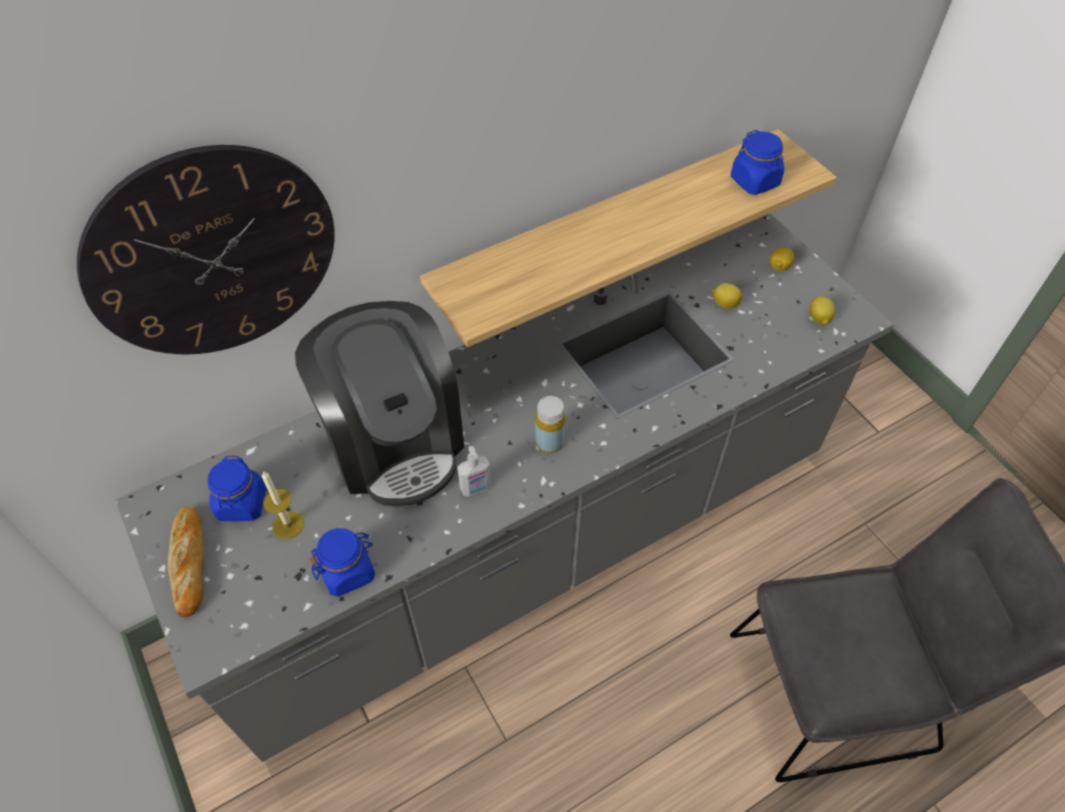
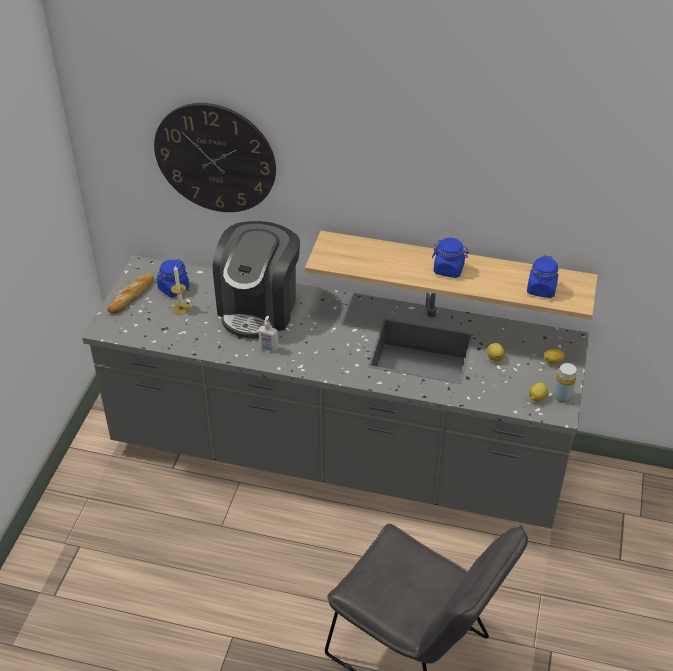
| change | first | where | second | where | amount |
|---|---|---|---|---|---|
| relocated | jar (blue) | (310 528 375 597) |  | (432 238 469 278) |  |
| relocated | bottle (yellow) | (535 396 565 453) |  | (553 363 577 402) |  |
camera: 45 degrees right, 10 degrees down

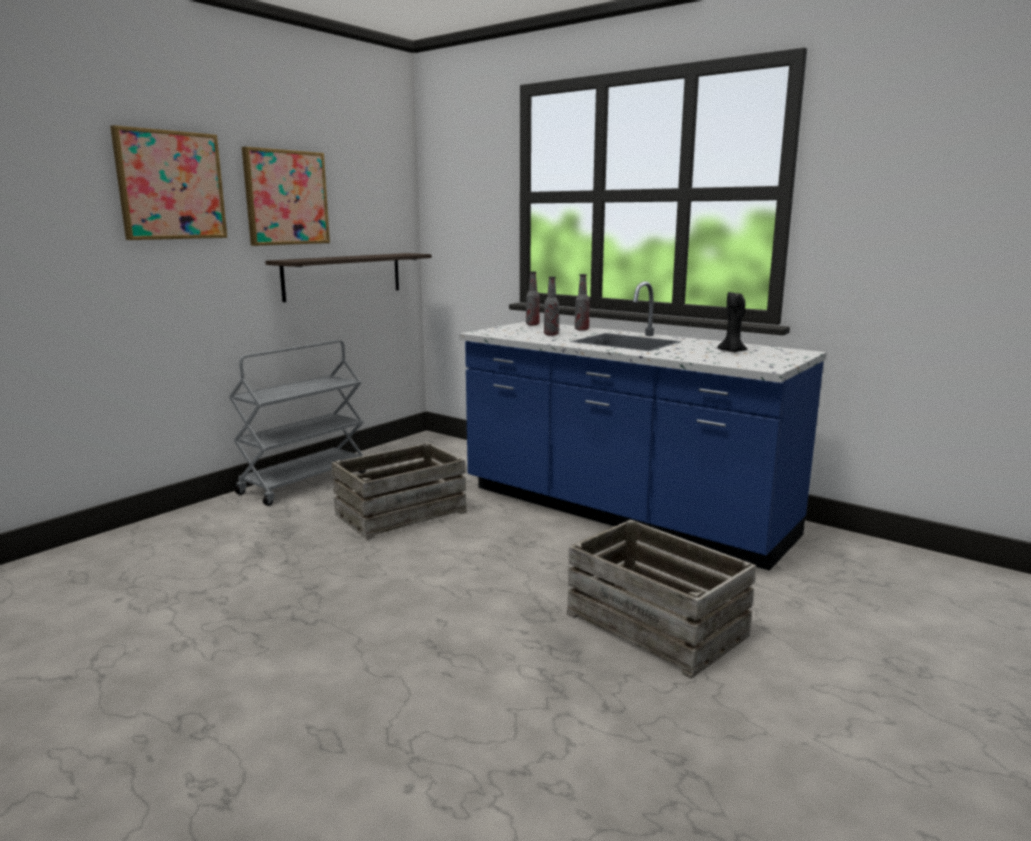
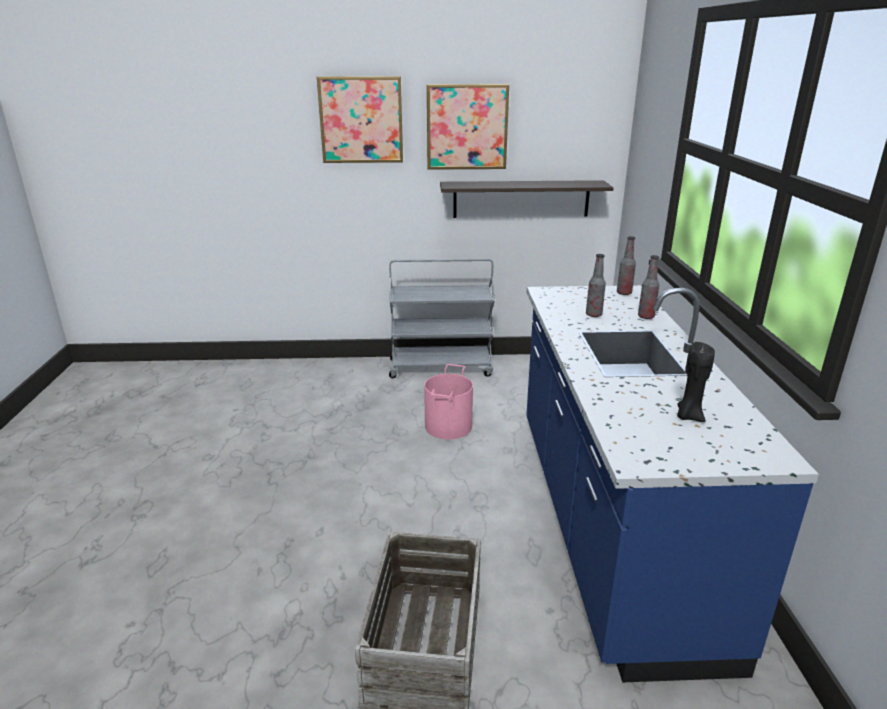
| change | first | where | second | where | amount |
|---|---|---|---|---|---|
| exchanged | crate | (331 443 467 540) | bucket (pink) | (424 364 473 439) |  |
camera: 50 degrees right, 10 degrees up

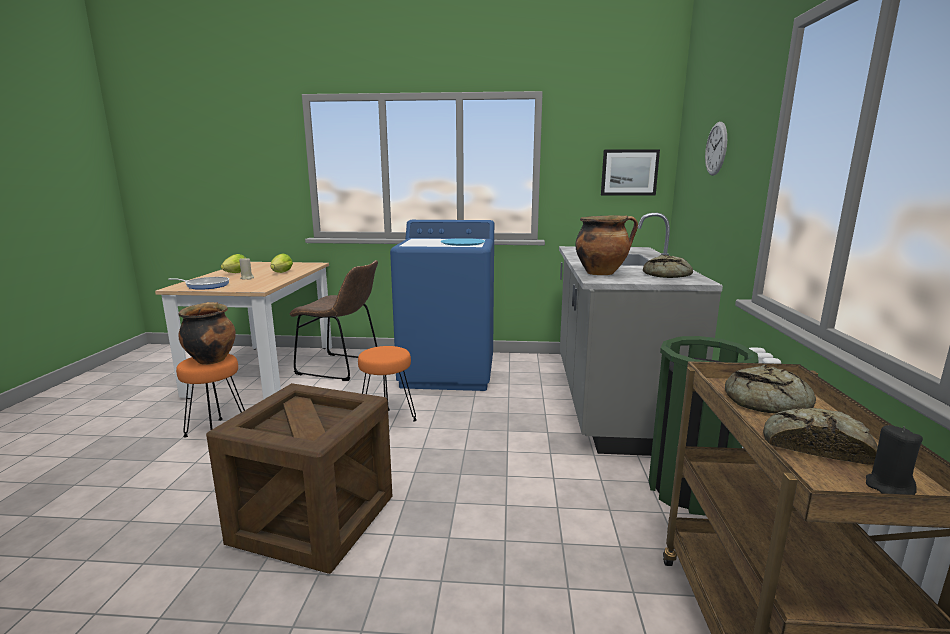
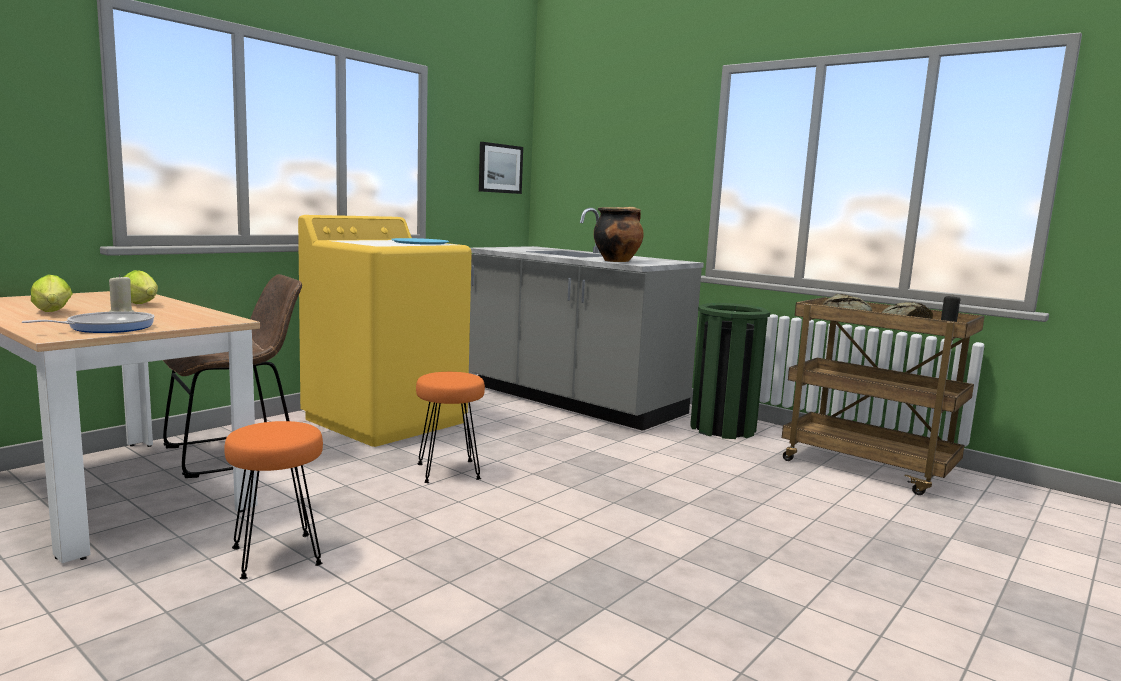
| change | first | where | second | where | amount |
|---|---|---|---|---|---|
| missing | cooking pot | (178 302 236 365) |  |  |  |
| missing | crate | (206 383 392 574) |  |  |  |
| colour | washing machine (blue) | (390 220 494 391) | washing machine (yellow) | (298 215 472 447) |  |
| missing | bread | (643 255 693 278) |  |  |  |
| missing | wall clock | (705 122 727 176) |  |  |  |
camera: 55 degrees left, 5 degrees down

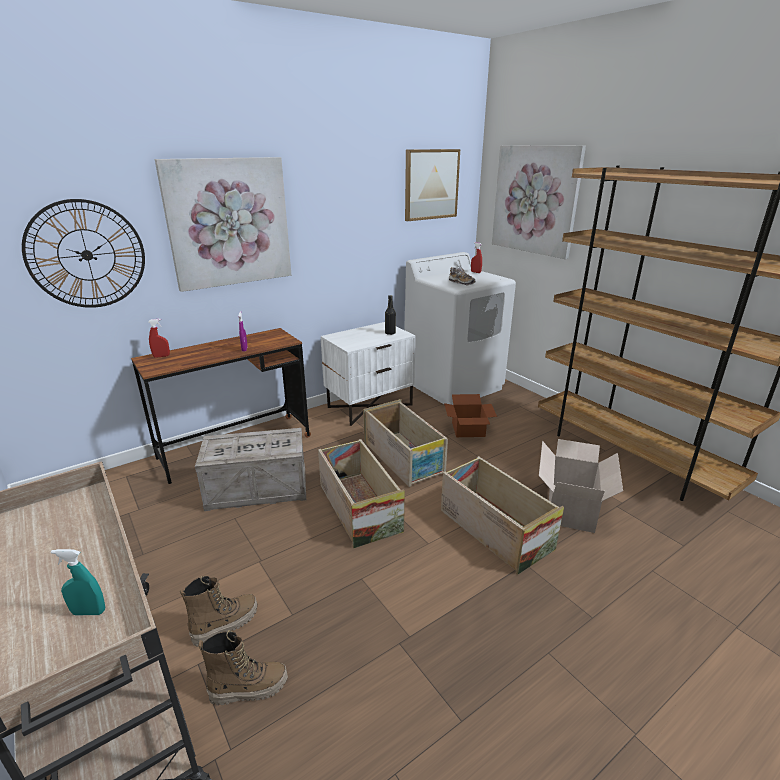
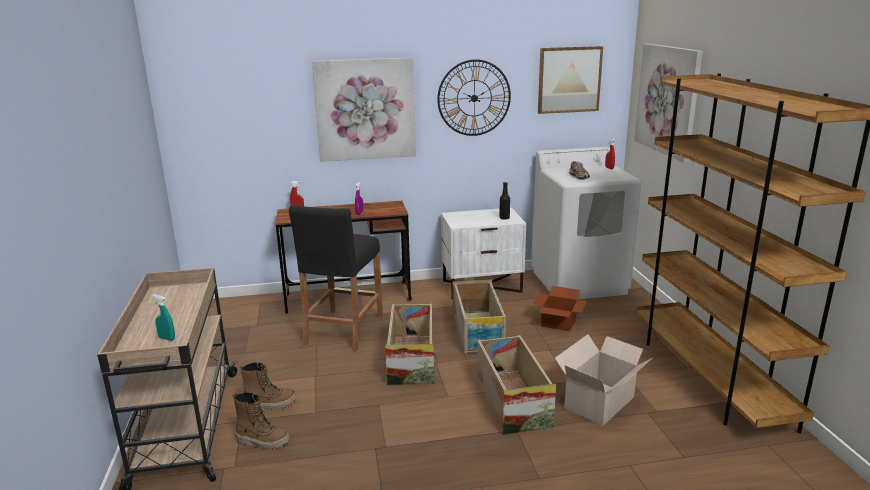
| change | first | where | second | where | amount |
|---|---|---|---|---|---|
| relocated | wall clock | (22 199 145 308) |  | (437 59 511 136) |  |
| exchanged | crate | (195 428 306 511) | stool (black) | (289 205 383 351) |  |
camera: 25 degrees right, 5 degrees down

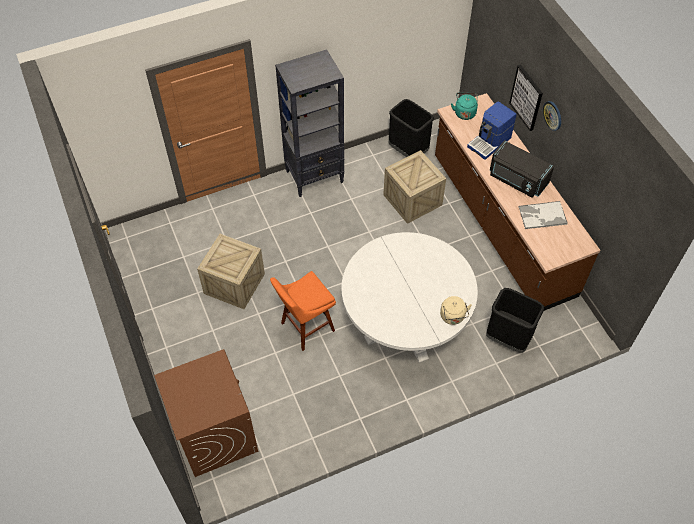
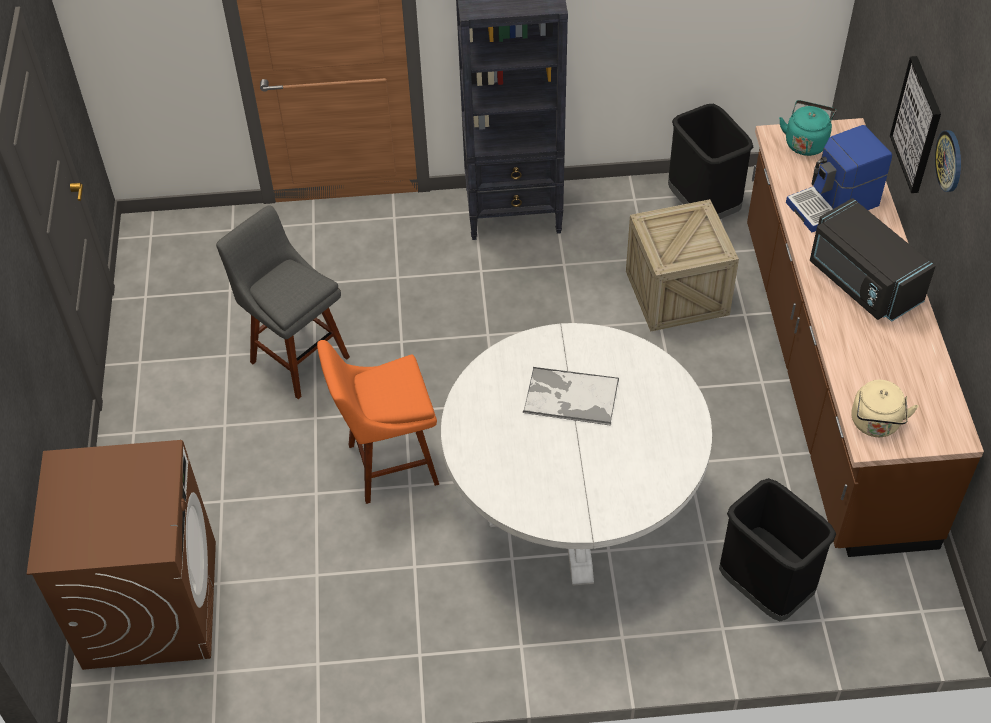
| change | first | where | second | where | amount |
|---|---|---|---|---|---|
| exchanged | crate | (197 234 265 309) | stool (grey) | (216 205 350 399) |  |
| relocated | kettle (beige) | (440 296 472 325) |  | (851 380 919 437) |  |
| relocated | tray | (518 201 568 229) |  | (523 367 619 426) |  |
camera: 20 degrees right, 5 degrees down

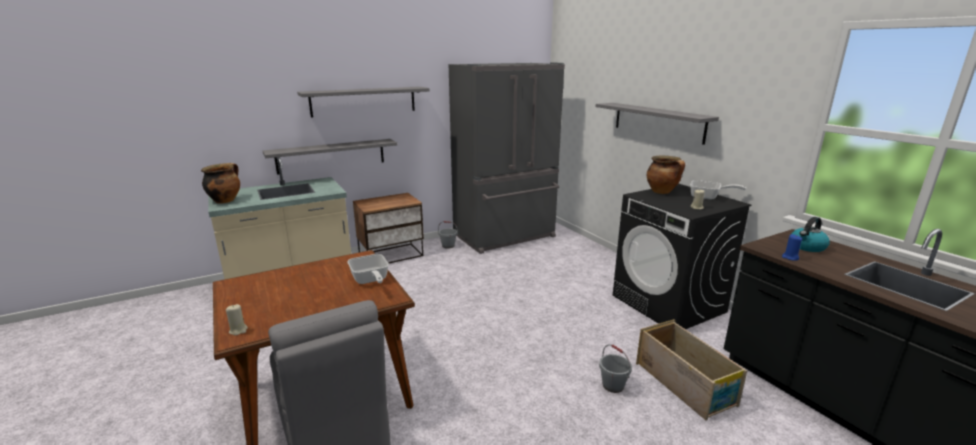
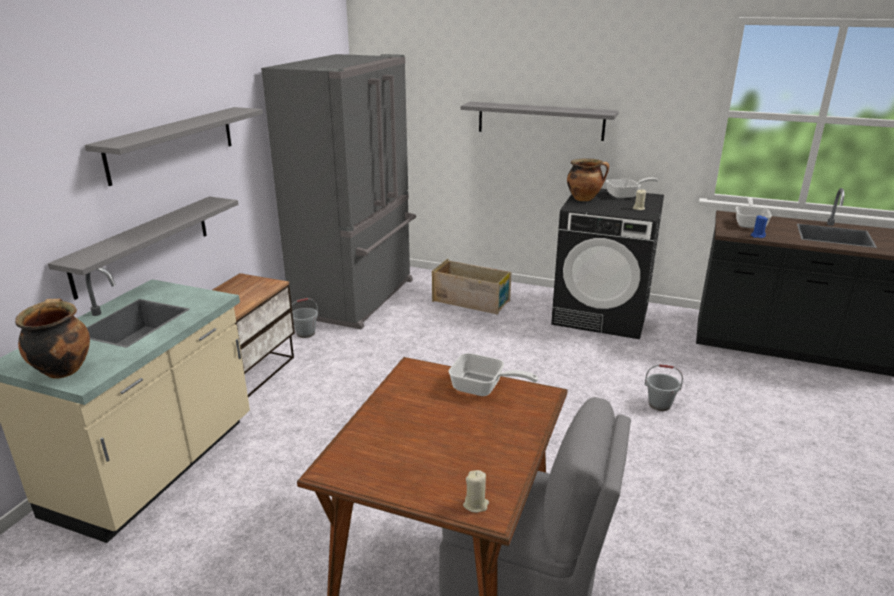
| change | first | where | second | where | amount |
|---|---|---|---|---|---|
| relocated | crate | (636 319 747 420) |  | (432 259 511 315) |  |
| exchanged | kettle | (791 217 830 252) | frying pan | (736 197 772 228) |  |
camera: 40 degrees left, 5 degrees up

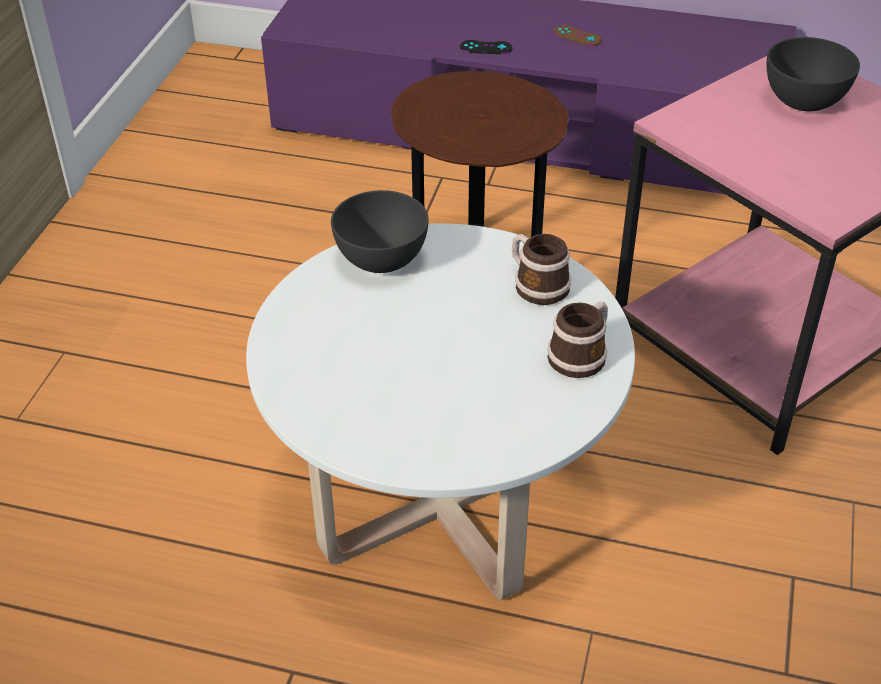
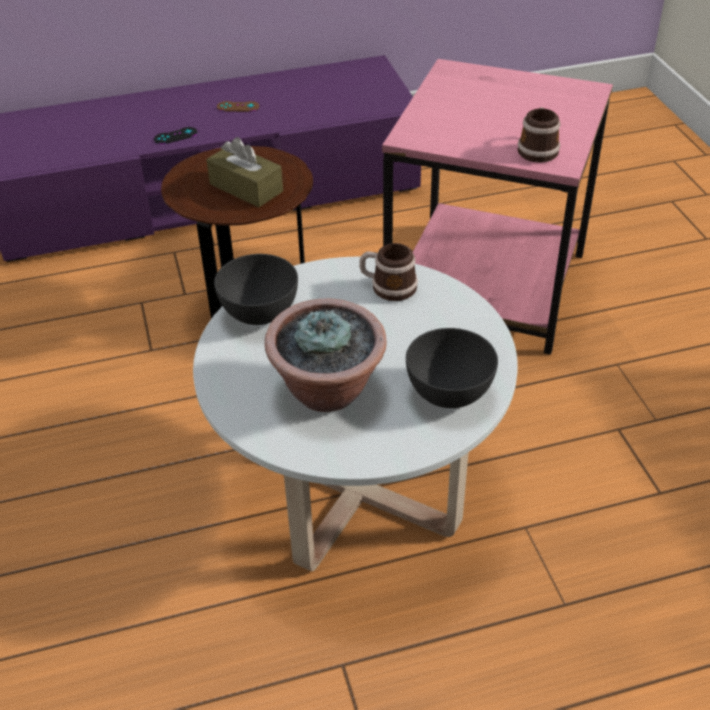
| change | first | where | second | where | amount |
|---|---|---|---|---|---|
| relocated | mug | (547 302 608 378) |  | (518 107 560 162) |  |
| relocated | bowl (grey) | (767 37 860 111) |  | (406 328 498 408) |  |
| appeared |  |  | tissue box (brown) | (206 137 283 207) |  |
| appeared |  |  | potted plant | (265 298 387 412) |  |
camera: 30 degrees left, 0 degrees up

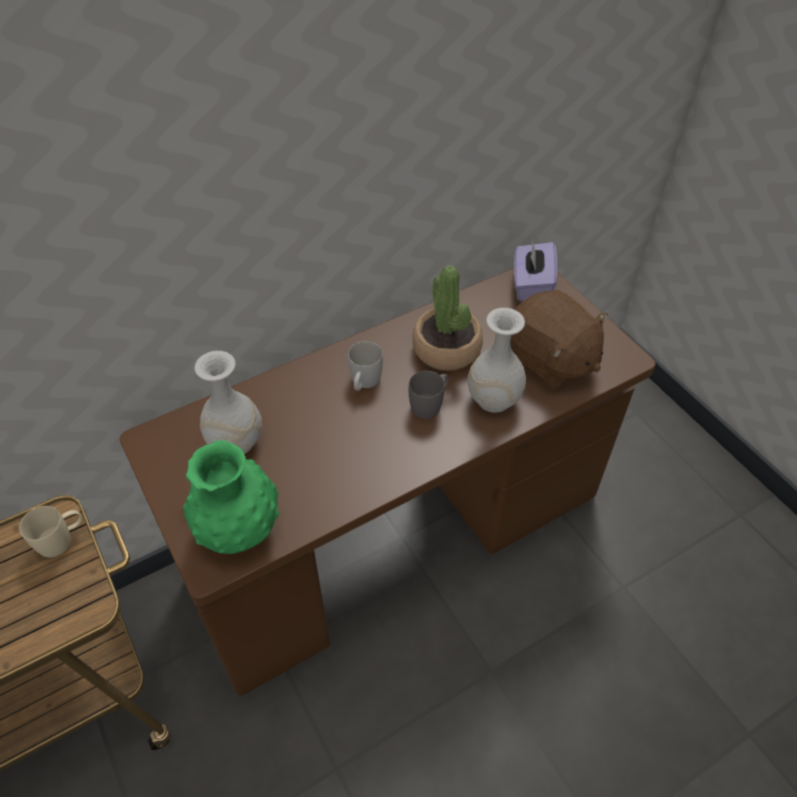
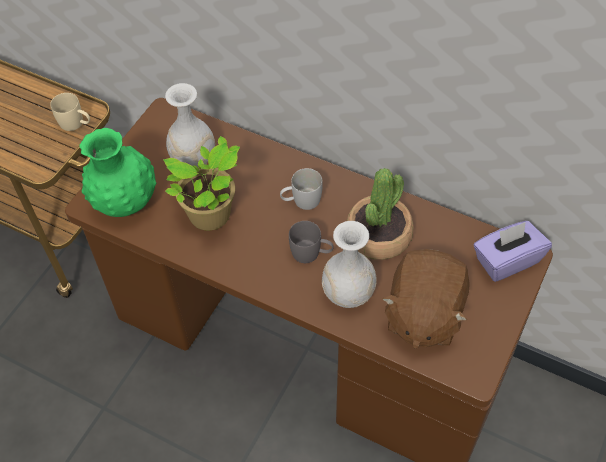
| change | first | where | second | where | amount |
|---|---|---|---|---|---|
| appeared |  |  | potted plant | (163 136 240 230) |  |
camera: 60 degrees right, 5 degrees up

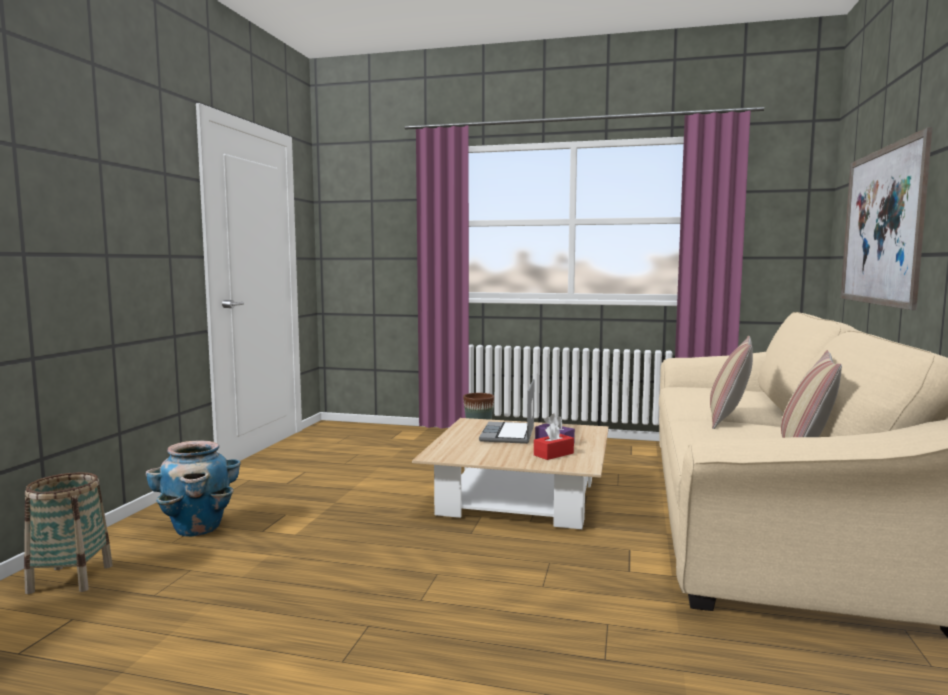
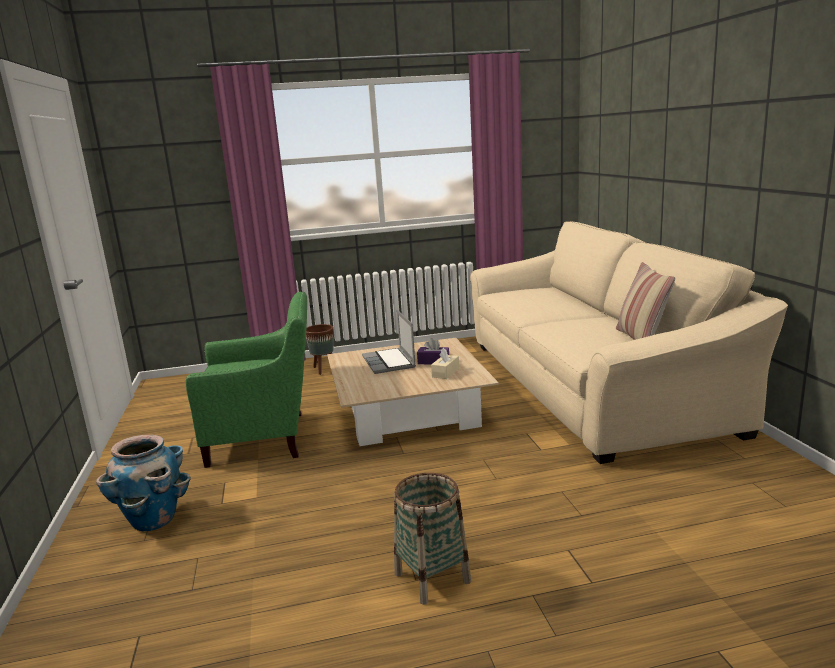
| change | first | where | second | where | amount |
|---|---|---|---|---|---|
| relocated | basket | (24 472 113 594) |  | (394 473 471 605) |  |
| colour | tissue box (red) | (534 423 574 460) | tissue box (beige) | (431 348 459 379) |  |
| missing | pillow | (710 336 753 429) |  |  |  |
| missing | picture | (841 127 933 310) |  |  |  |
| appeared |  |  | armchair (green) | (186 292 307 468) |  |
camera: 25 degrees left, 10 degrees up

